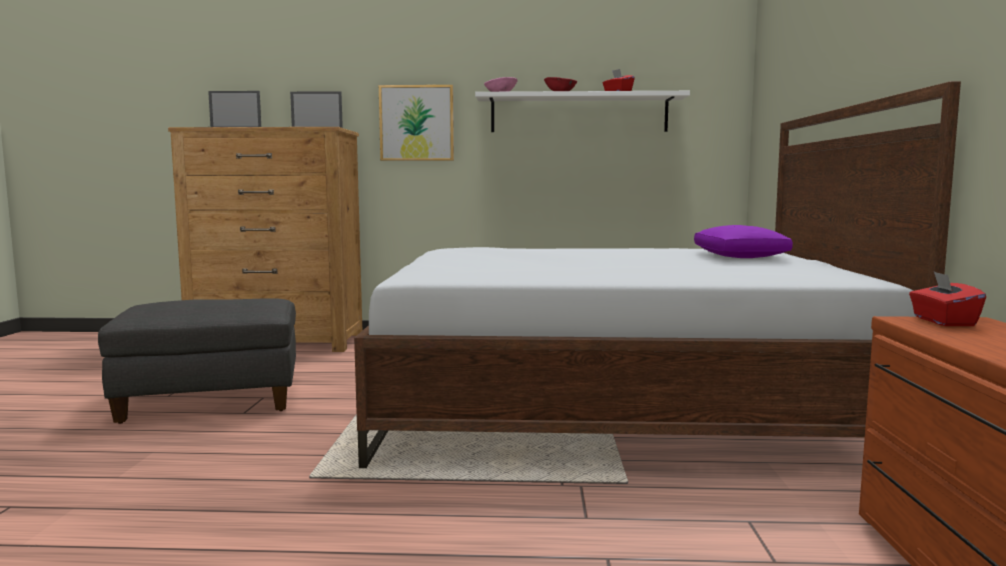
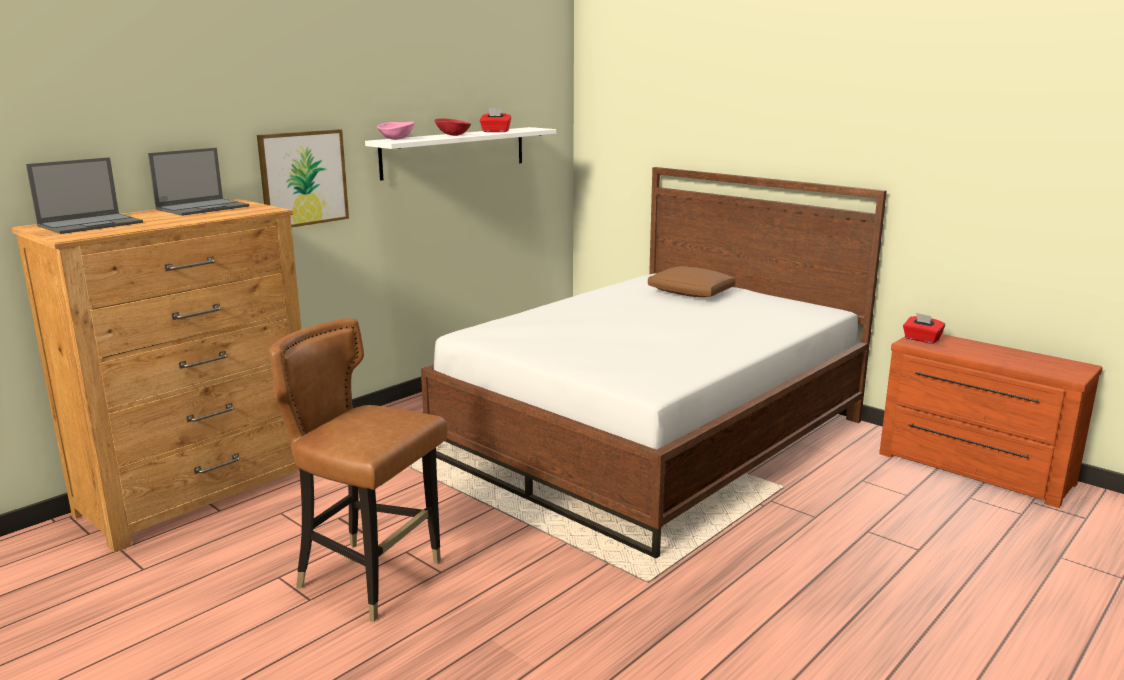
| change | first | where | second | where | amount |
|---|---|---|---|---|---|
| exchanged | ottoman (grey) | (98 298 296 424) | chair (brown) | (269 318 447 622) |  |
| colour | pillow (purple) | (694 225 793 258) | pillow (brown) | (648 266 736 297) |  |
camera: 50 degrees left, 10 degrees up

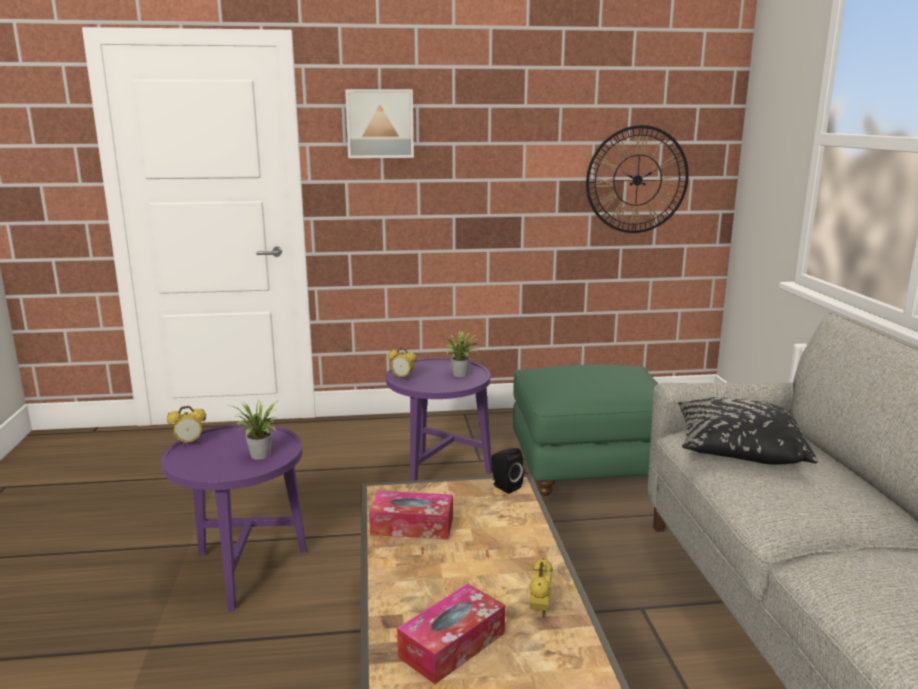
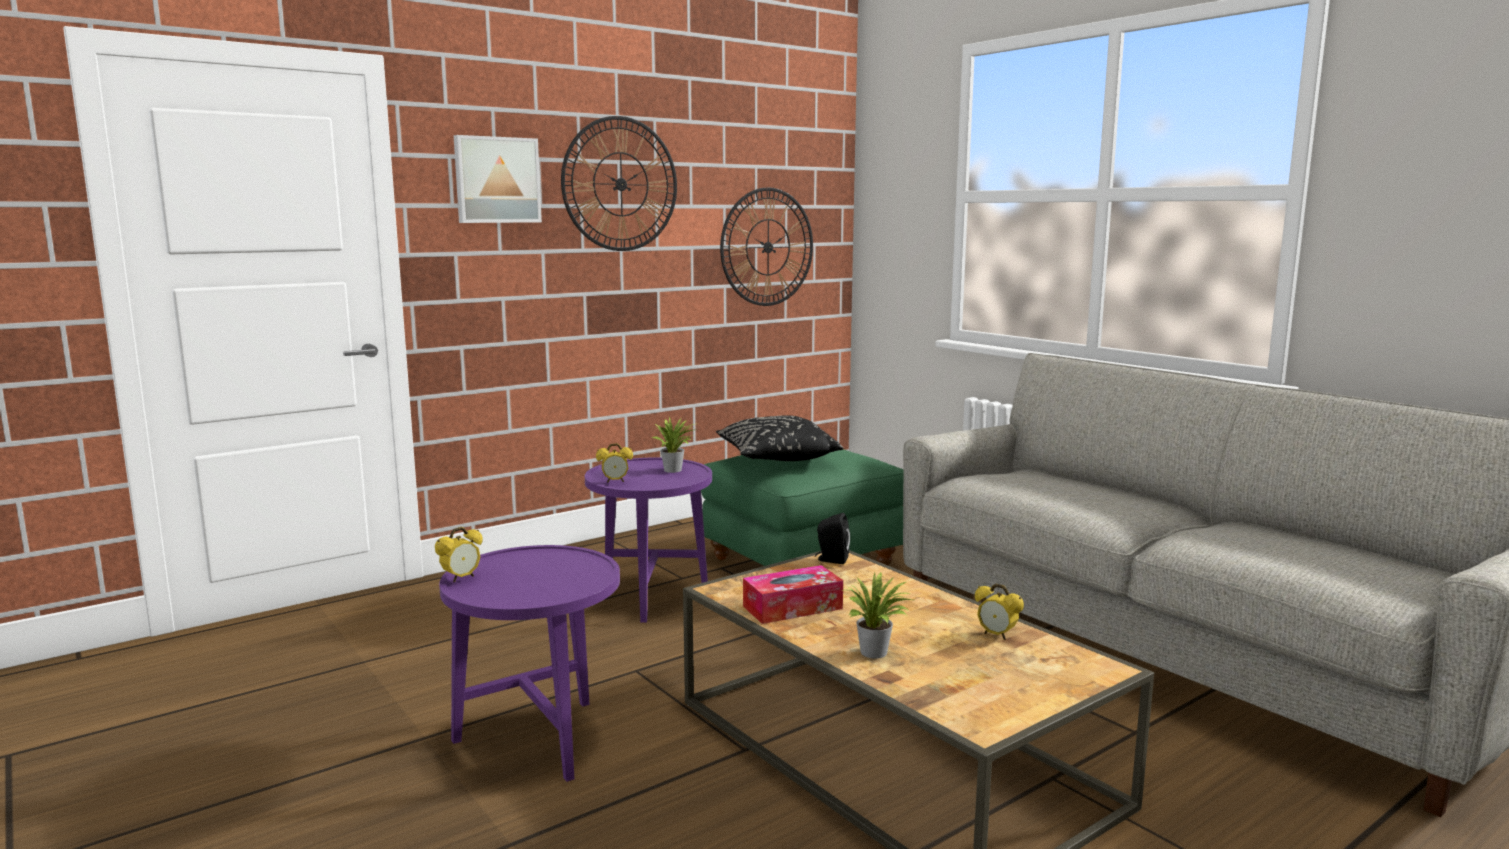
| change | first | where | second | where | amount |
|---|---|---|---|---|---|
| relocated | potted plant | (226 398 279 460) |  | (841 572 913 659) |  |
| missing | tissue box | (397 584 505 684) |  |  |  |
| spun | alarm clock | (529 558 553 618) |  | (975 584 1024 640) | 150 degrees clockwise |
| relocated | pillow (black) | (678 397 818 465) |  | (716 415 843 461) |  |
| appeared |  |  | wall clock | (561 116 677 251) |  |
camera: 30 degrees left, 5 degrees down

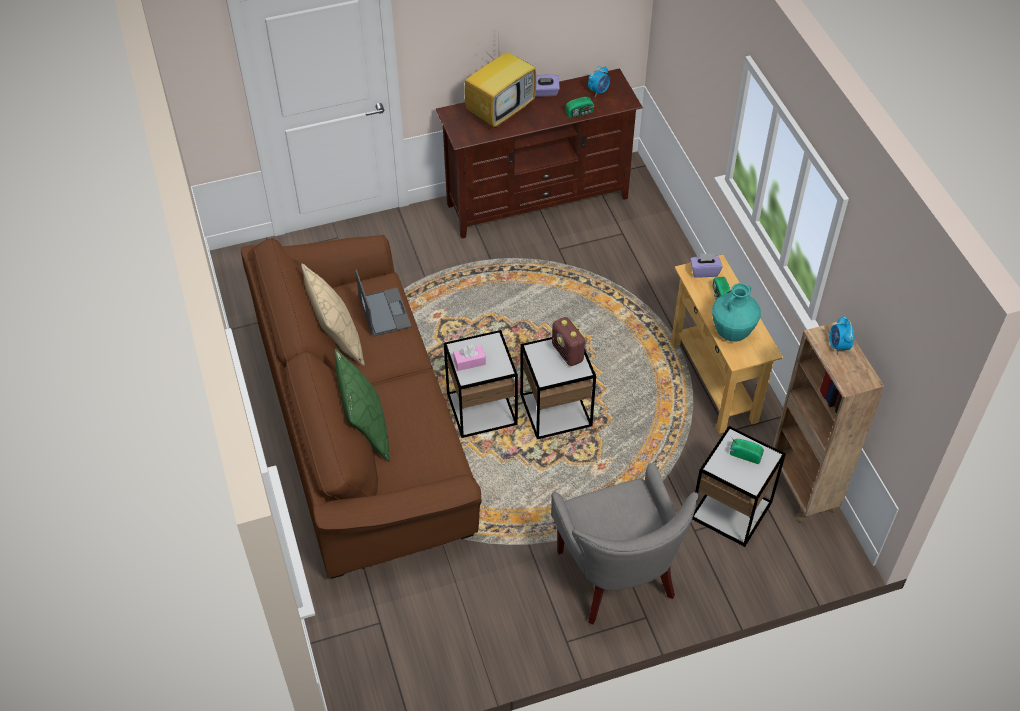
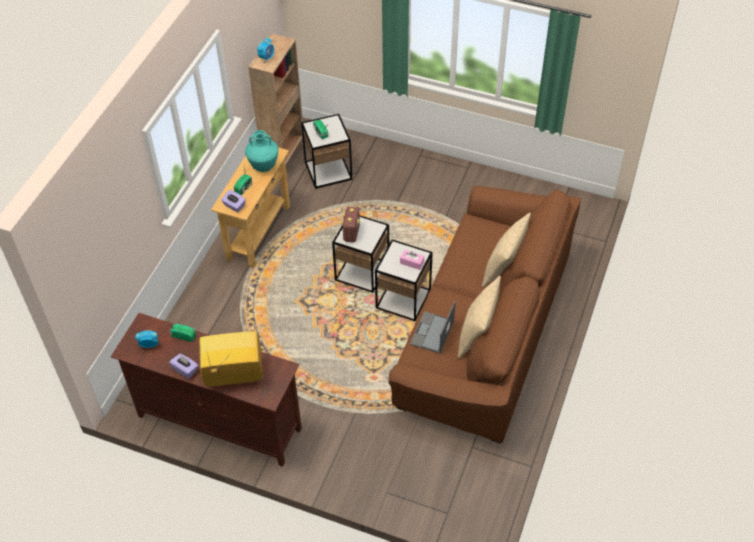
| change | first | where | second | where | amount |
|---|---|---|---|---|---|
| colour | pillow (green) | (335 348 390 462) | pillow (beige) | (482 213 531 287) |  |
| missing | armchair (grey) | (551 463 699 625) |  |  |  |
camera: 140 degrees left, 0 degrees up

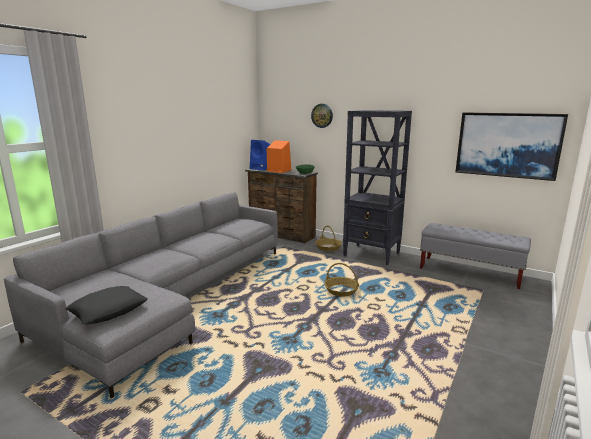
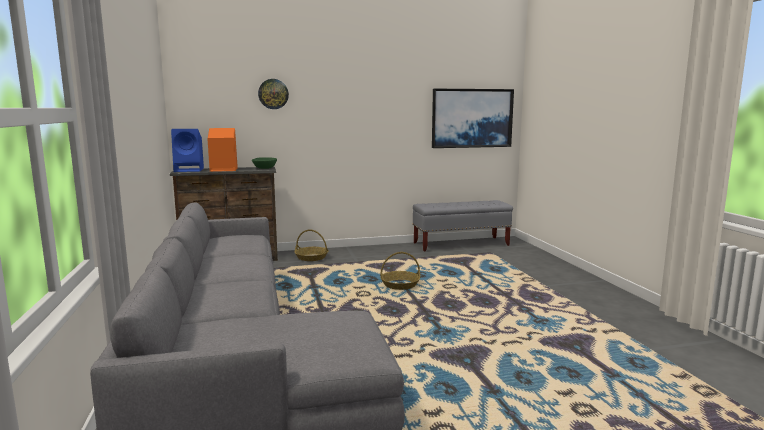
| change | first | where | second | where | amount |
|---|---|---|---|---|---|
| missing | pillow (black) | (66 286 148 324) |  |  |  |
| missing | bookcase (black) | (343 110 412 265) |  |  |  |
camera: 45 degrees left, 5 degrees down

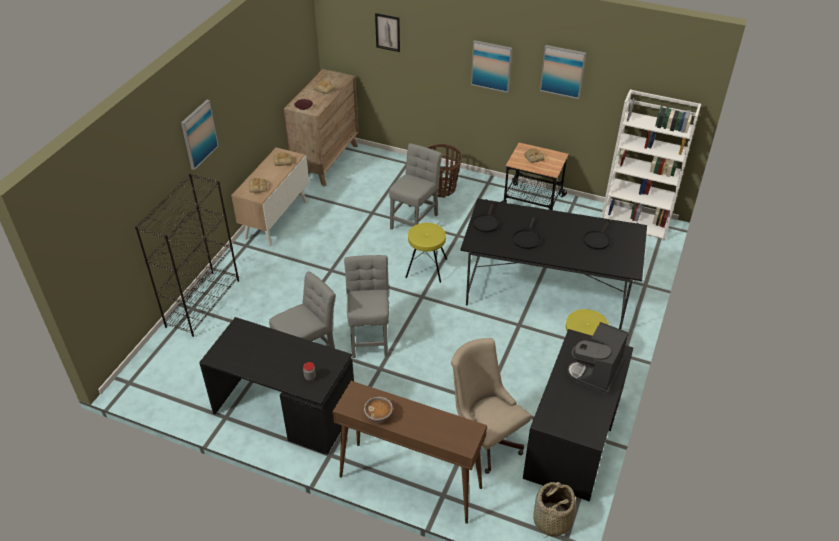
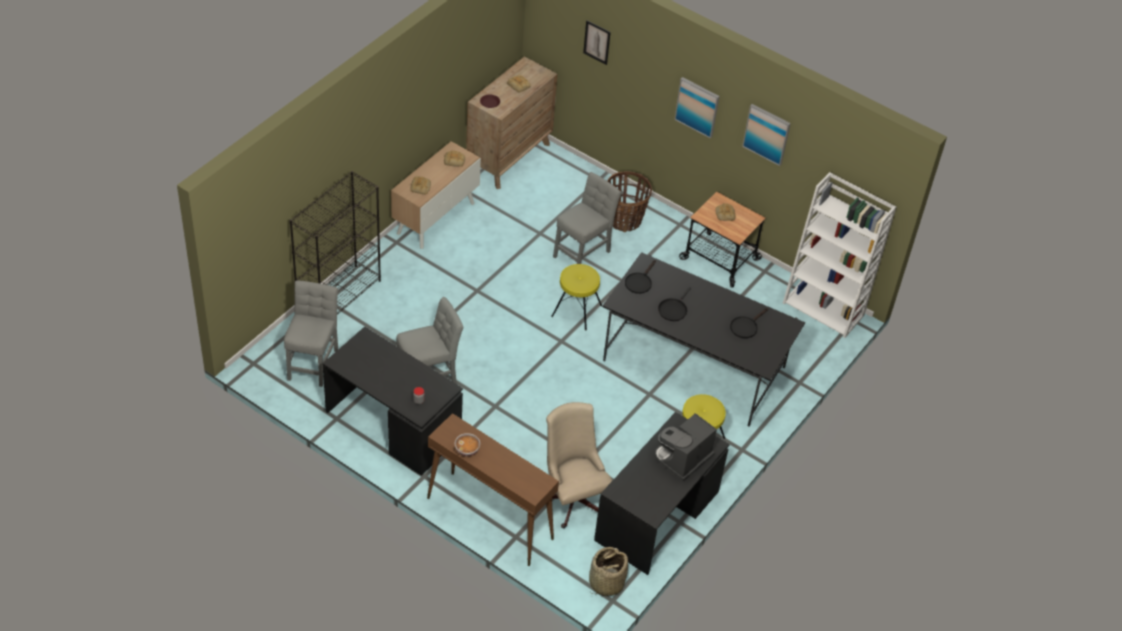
| change | first | where | second | where | amount |
|---|---|---|---|---|---|
| missing | picture | (181 100 219 170) |  |  |  |
| relocated | chair (grey) | (344 255 389 358) |  | (284 281 338 387) |  |
camera: 10 degrees right, 5 degrees up

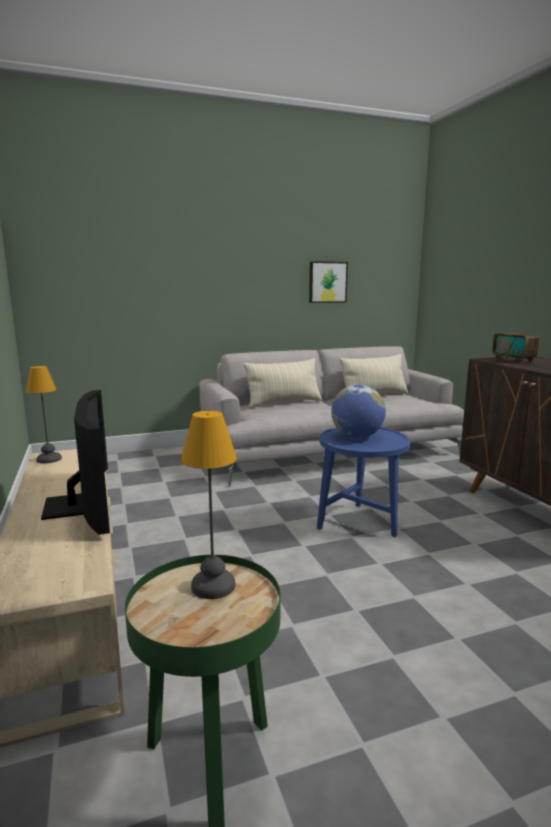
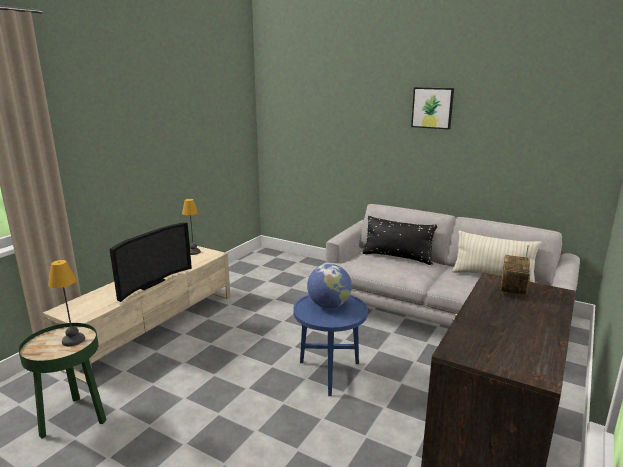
| change | first | where | second | where | amount |
|---|---|---|---|---|---|
| colour | pillow (beige) | (244 358 322 408) | pillow (black) | (362 216 437 265) |  |
| relocated | picture | (309 261 348 303) |  | (411 87 454 129) |  |
camera: 50 degrees right, 5 degrees up

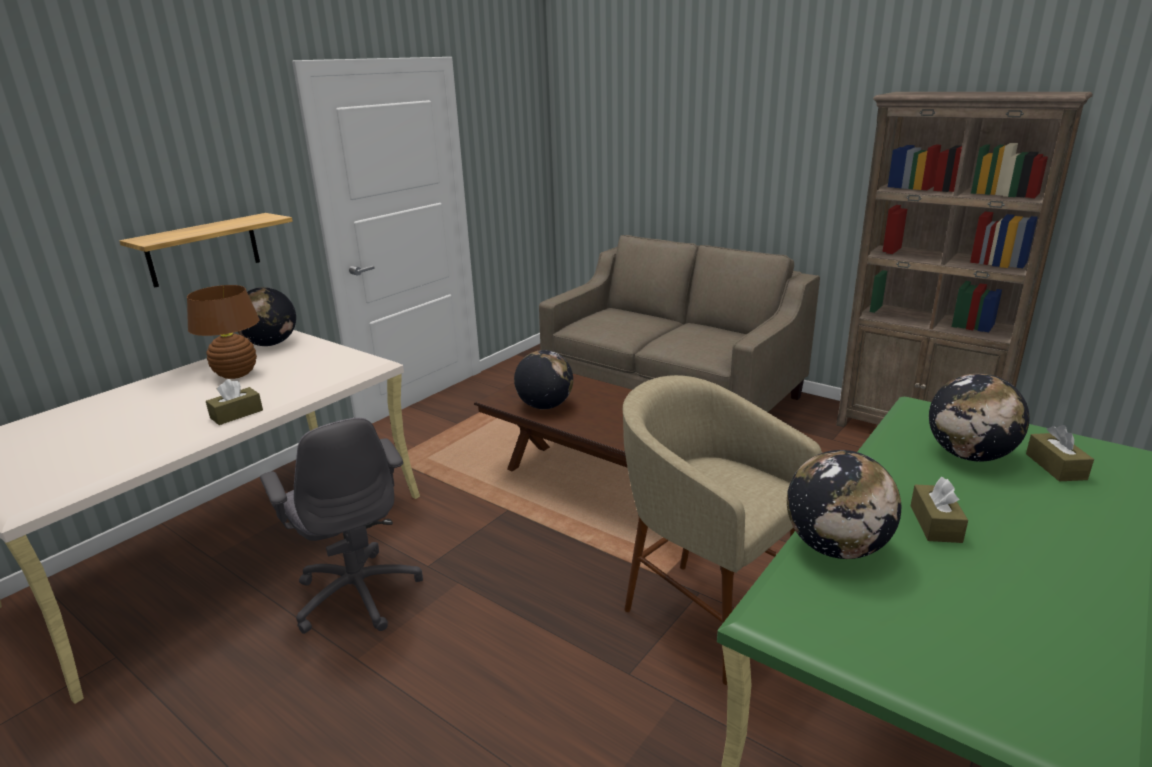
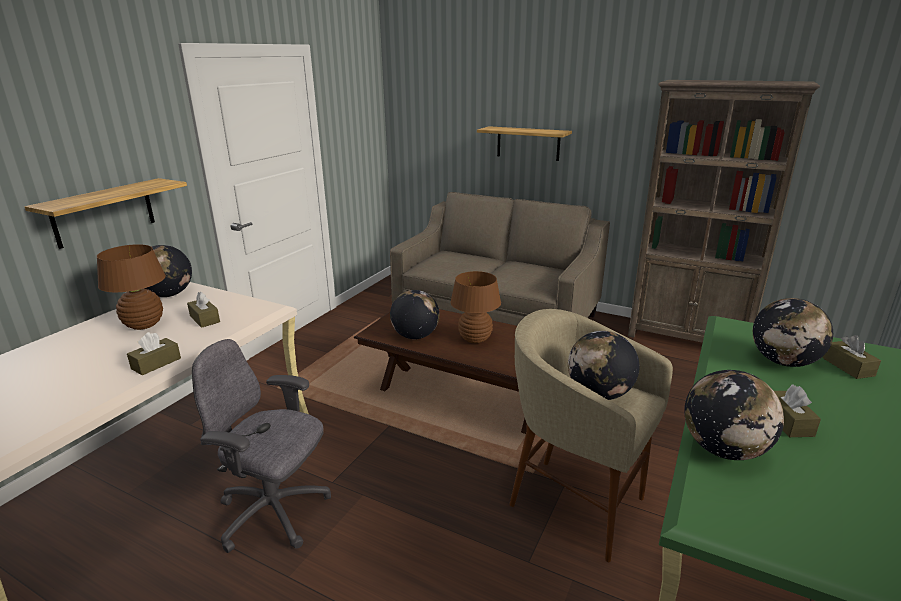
| change | first | where | second | where | amount |
|---|---|---|---|---|---|
| spun | office chair (grey) | (260 418 423 634) |  | (192 339 331 553) | 150 degrees clockwise |
| appeared |  |  | tissue box (brown) | (187 292 220 328) |  |
| appeared |  |  | table lamp (brown) | (451 271 501 343) |  |
| appeared |  |  | shelf | (477 126 572 161) |  |
| appeared |  |  | globe | (568 331 639 400) |  |
camera: 10 degrees left, 0 degrees up

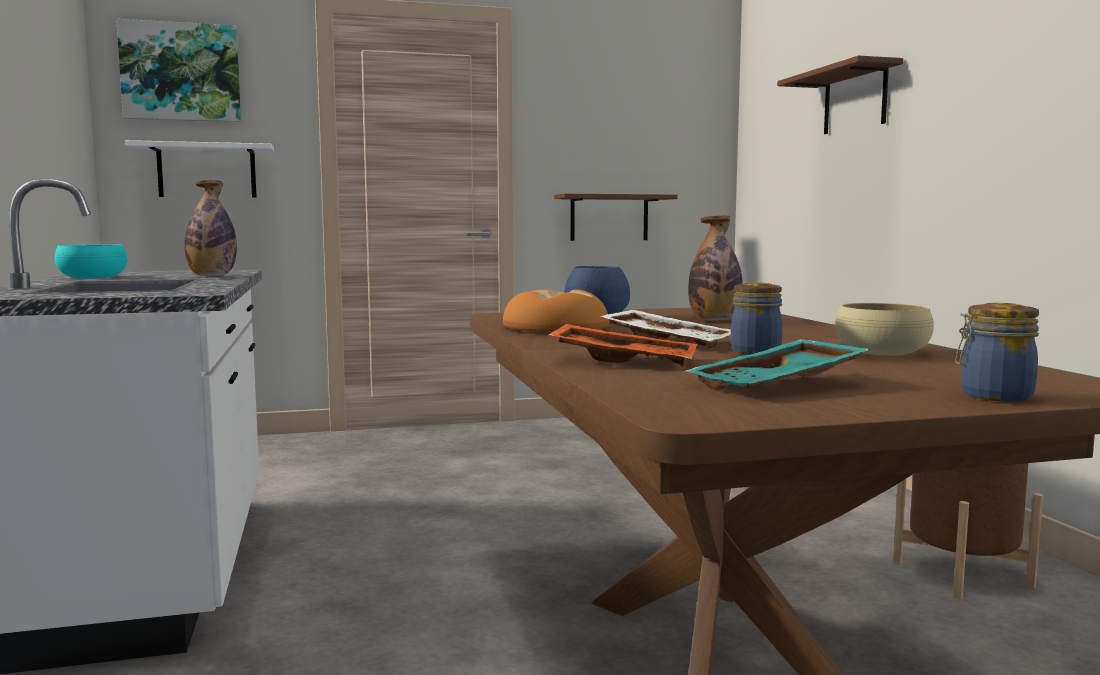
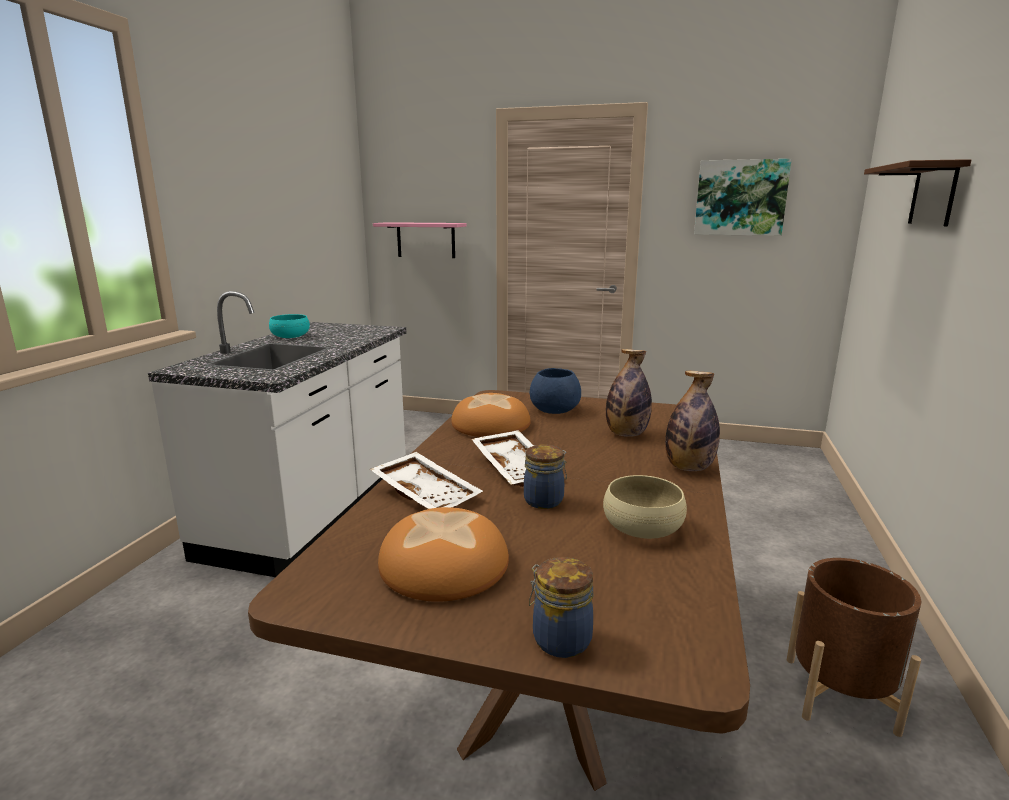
| change | first | where | second | where | amount |
|---|---|---|---|---|---|
| relocated | picture | (116 19 241 122) |  | (694 159 792 236) |  |
| colour | shelf (white) | (125 140 274 198) | shelf (pink) | (373 222 467 258) |  |
| relocated | bottle | (184 180 237 276) |  | (665 371 720 471) |  |
| colour | tray (orange) | (549 324 697 367) | tray (white) | (370 452 483 509) |  |
| missing | shelf (brown) | (554 194 678 241) |  |  |  |
| exchanged | tray (turquoise) | (685 339 871 390) | bread | (378 507 509 602) |  |
camera: 30 degrees right, 10 degrees up

